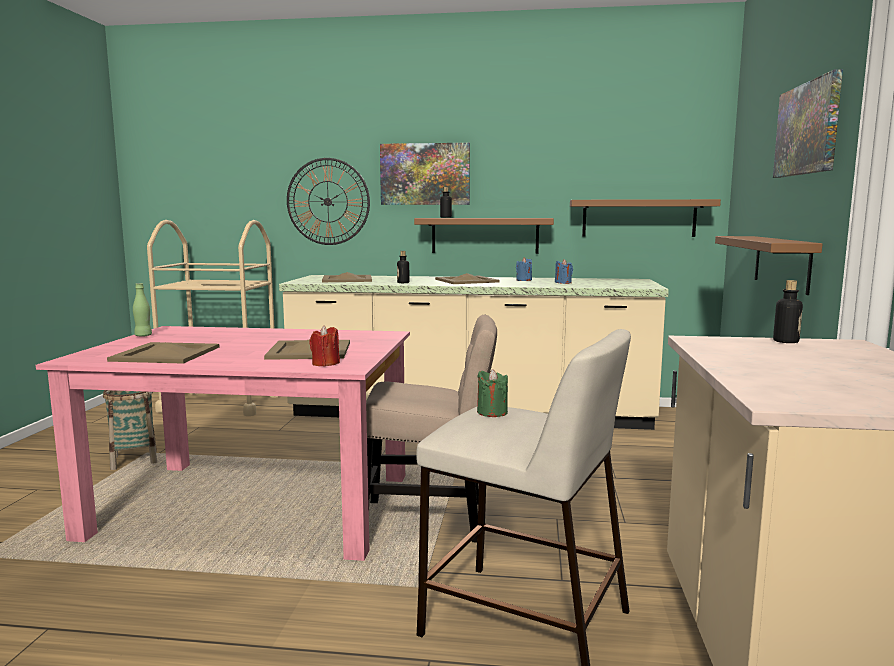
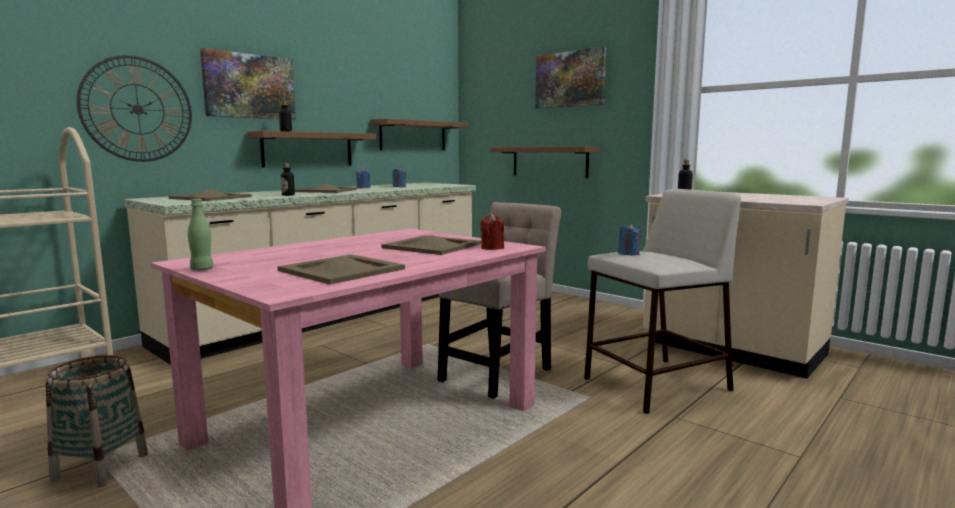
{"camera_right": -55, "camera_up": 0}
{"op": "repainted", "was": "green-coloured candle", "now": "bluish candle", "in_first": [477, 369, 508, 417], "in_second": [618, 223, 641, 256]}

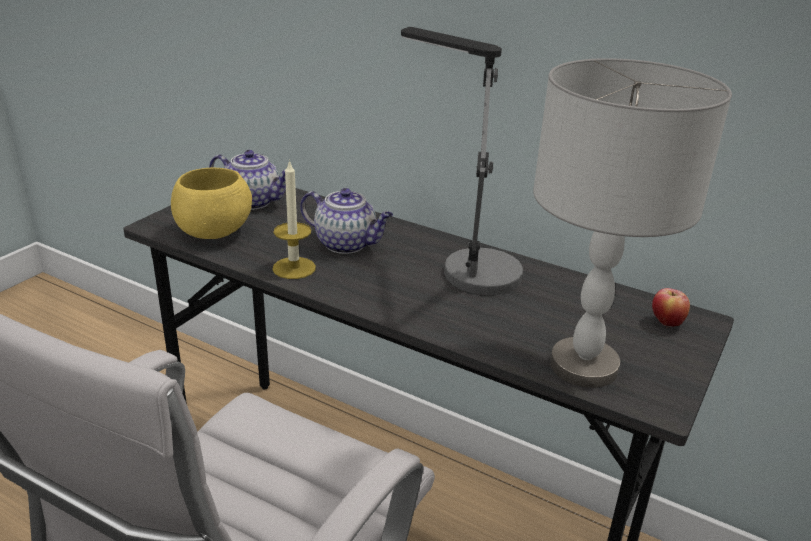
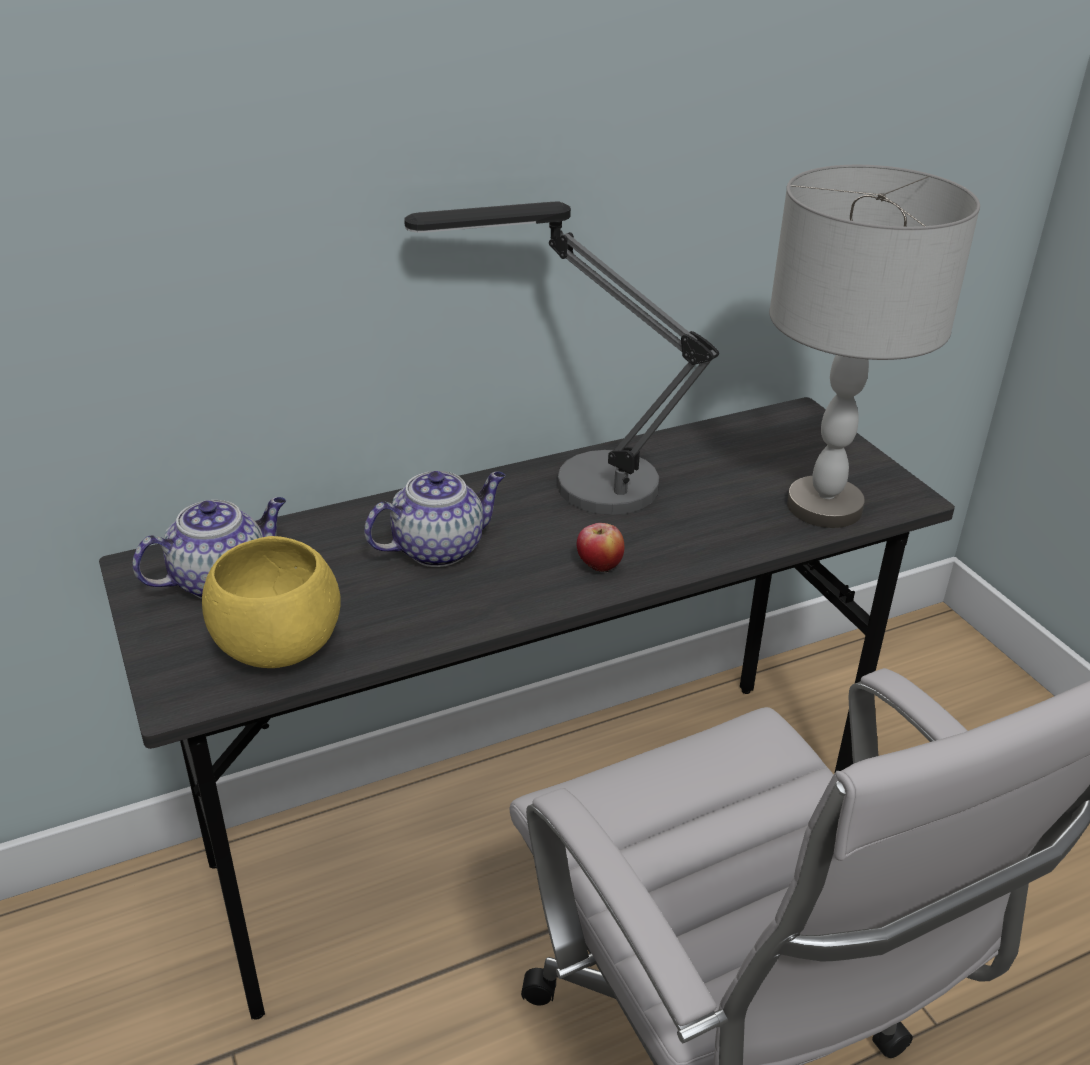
{"camera_right": -55, "camera_up": 5}
{"op": "gone", "was": "candle", "in_first": [272, 159, 316, 279]}
{"op": "shifted", "was": "apple", "in_first": [652, 288, 690, 328], "in_second": [577, 523, 624, 572]}

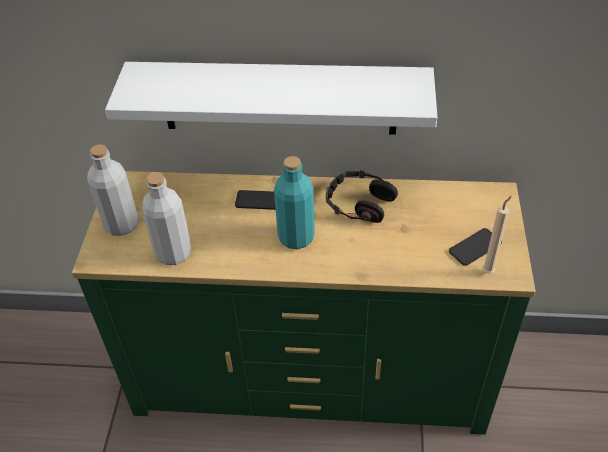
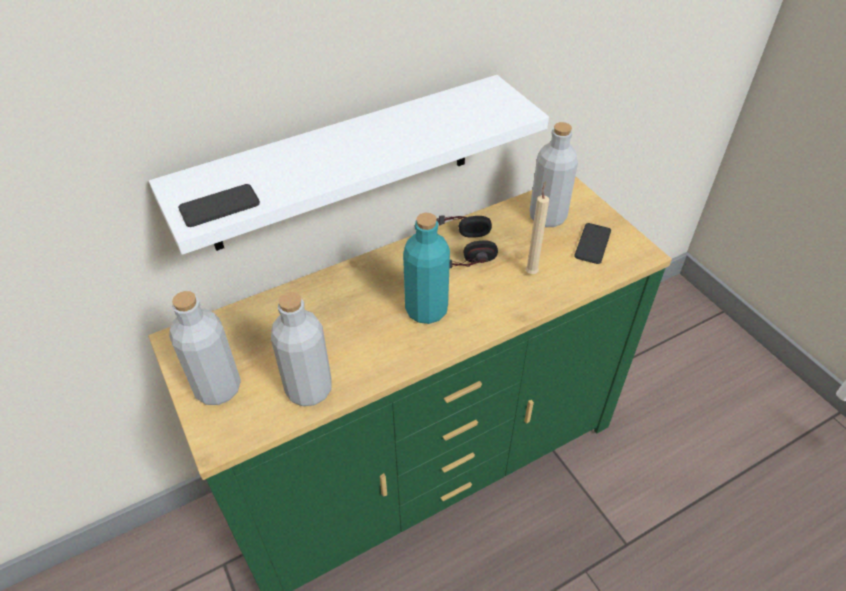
{"camera_right": -35, "camera_up": 0}
{"op": "shifted", "was": "handset", "in_first": [235, 190, 276, 210], "in_second": [178, 184, 260, 227]}
{"op": "shifted", "was": "beige candle", "in_first": [483, 196, 512, 274], "in_second": [525, 182, 549, 274]}
{"op": "new", "now": "gray bottle", "in_second": [530, 122, 578, 227]}

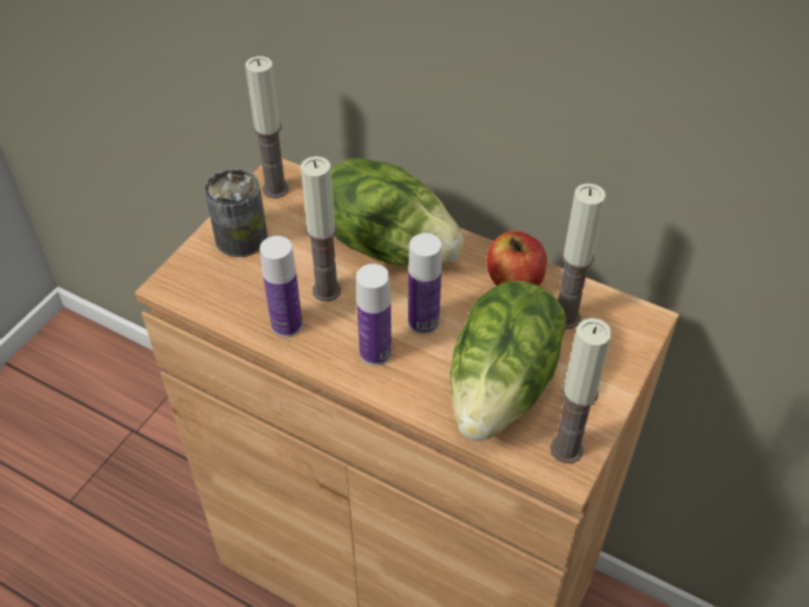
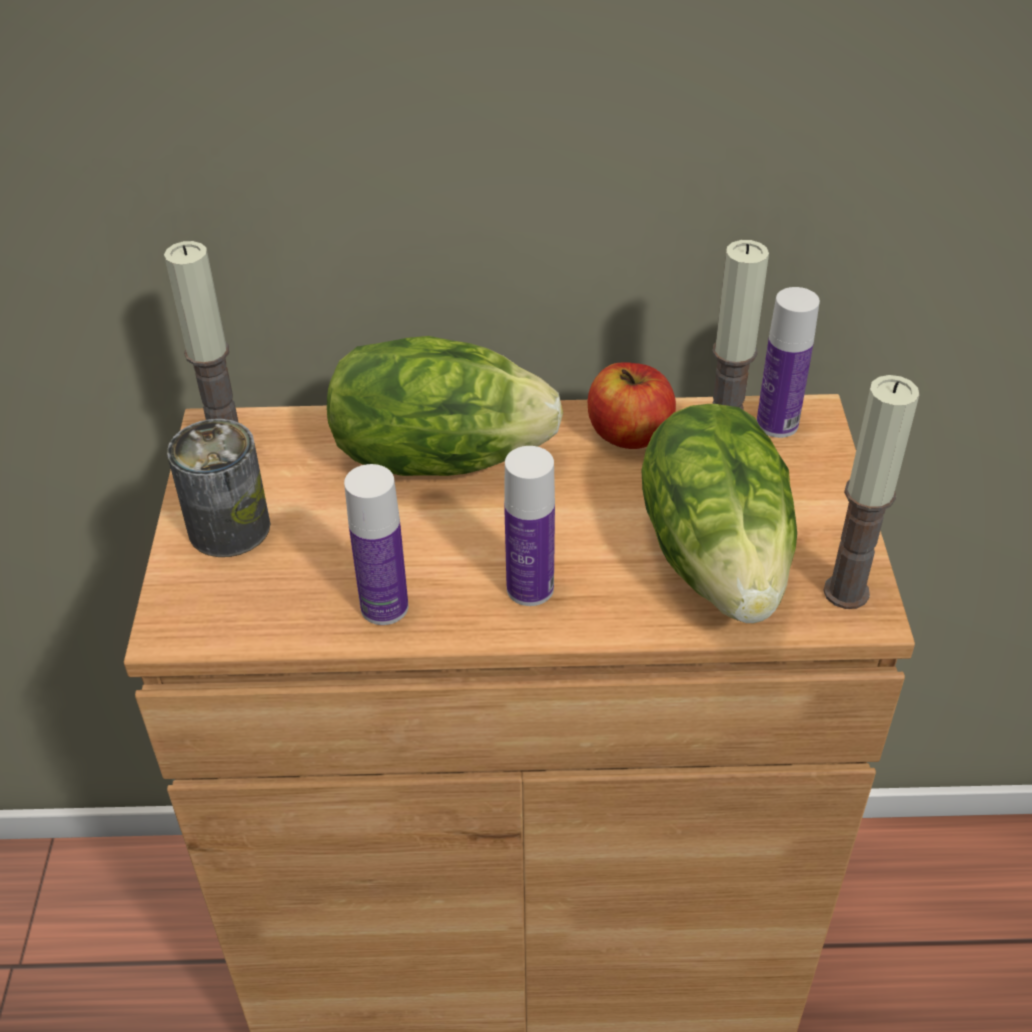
{"camera_right": -30, "camera_up": -5}
{"op": "gone", "was": "candle", "in_first": [300, 156, 341, 301]}
{"op": "shifted", "was": "bottle", "in_first": [408, 233, 442, 334], "in_second": [757, 287, 820, 438]}

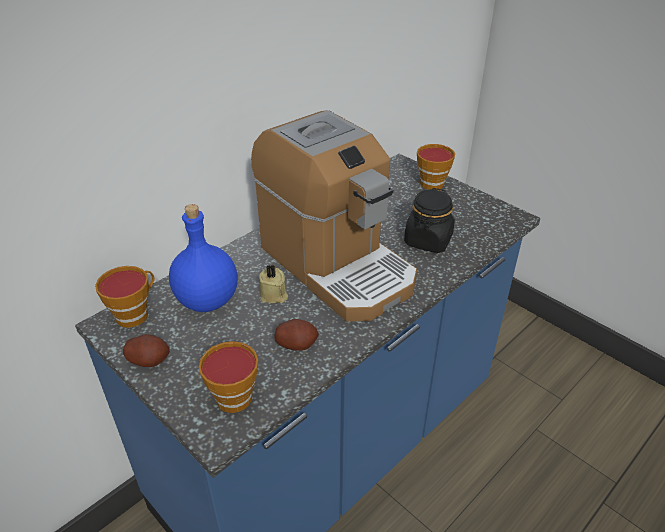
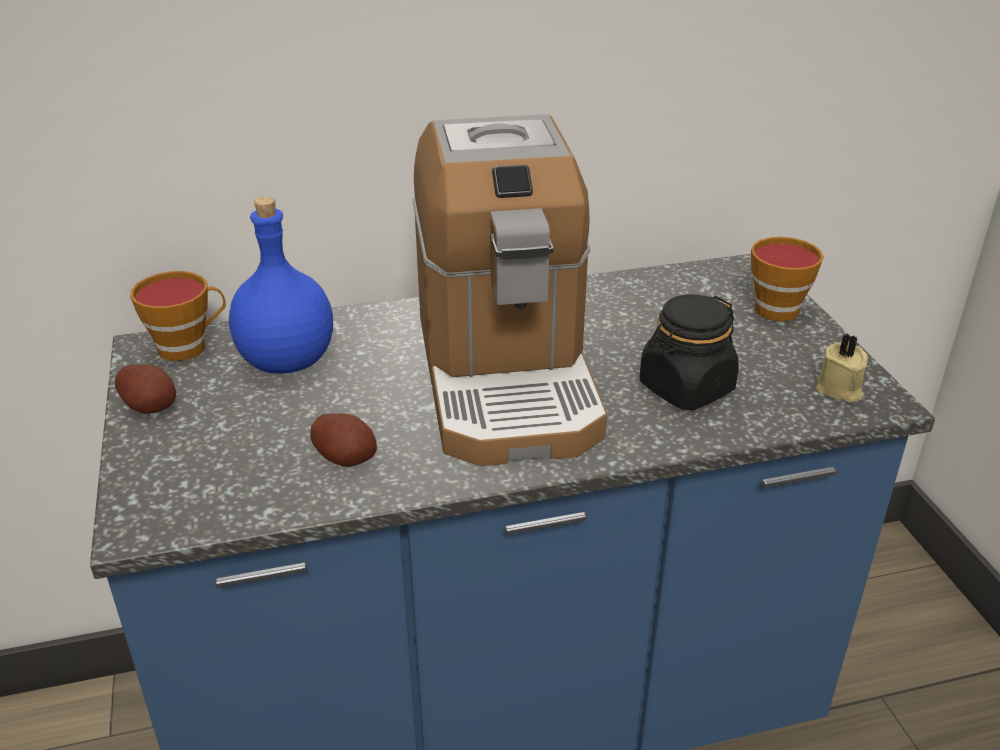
{"camera_right": 30, "camera_up": -5}
{"op": "gone", "was": "drinking cup", "in_first": [199, 341, 258, 413]}
{"op": "shifted", "was": "beige candle", "in_first": [259, 264, 288, 303], "in_second": [816, 333, 868, 403]}

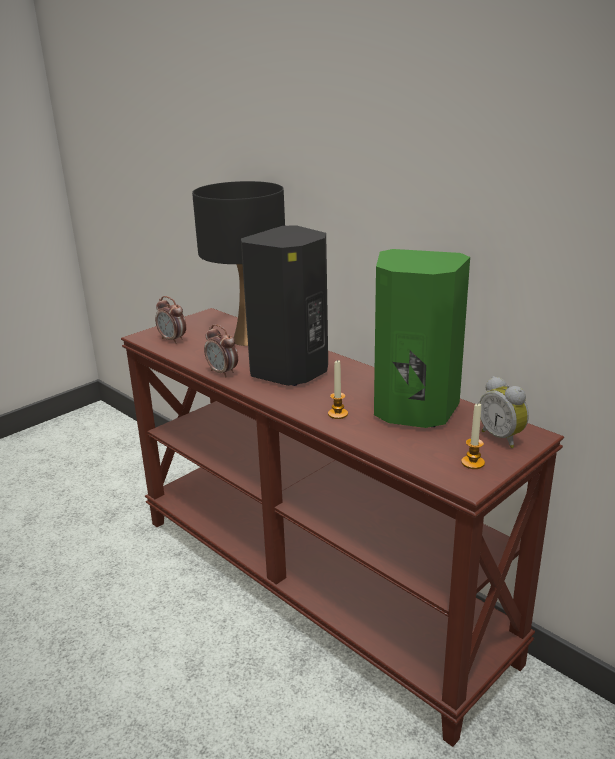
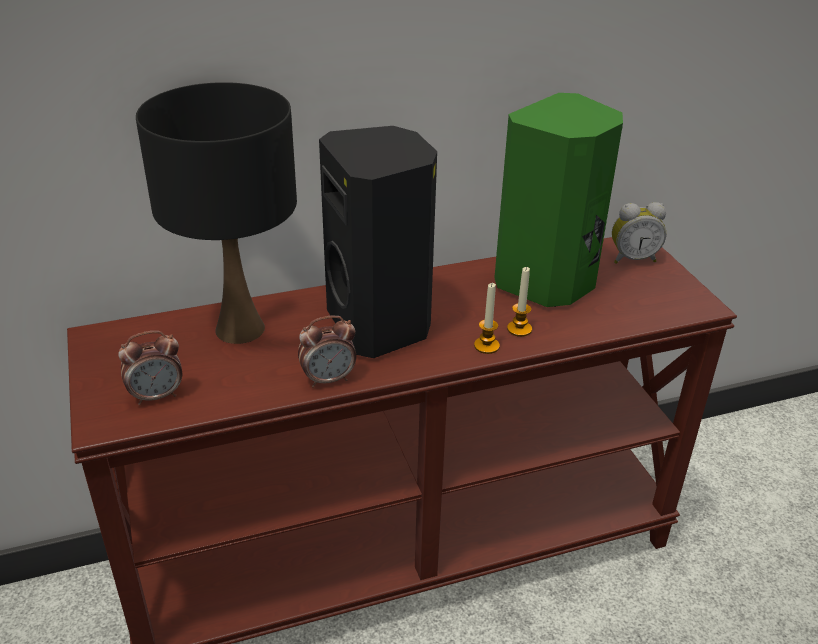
{"camera_right": -65, "camera_up": 10}
{"op": "shifted", "was": "candle", "in_first": [461, 404, 485, 469], "in_second": [474, 283, 500, 354]}

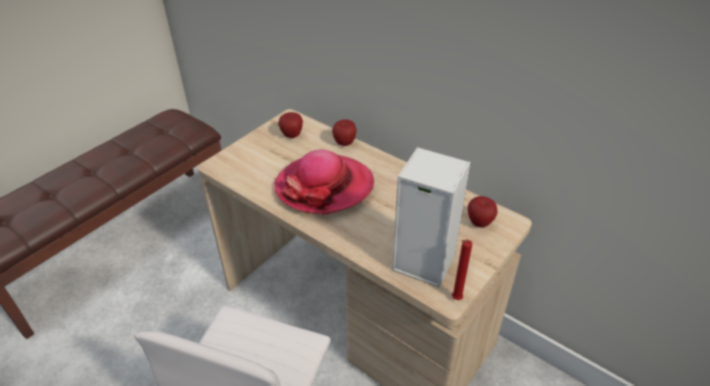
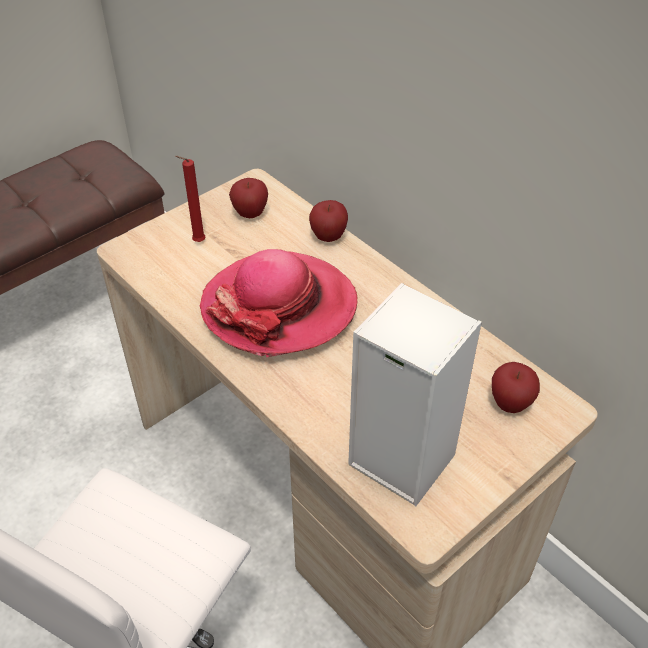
{"camera_right": 10, "camera_up": 5}
{"op": "shifted", "was": "reddish candle", "in_first": [452, 240, 472, 300], "in_second": [175, 156, 205, 242]}

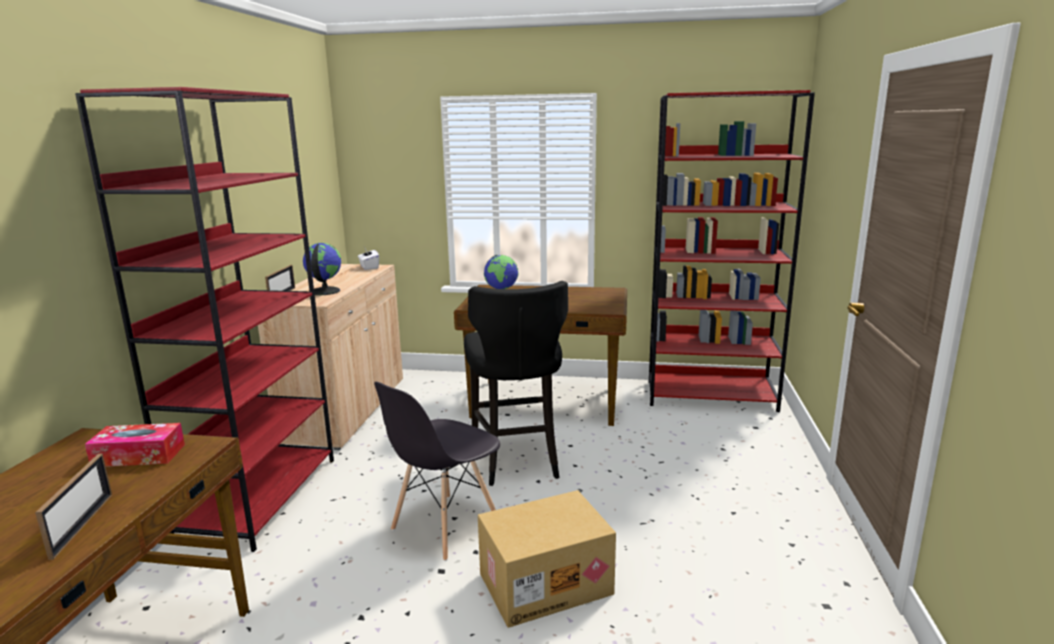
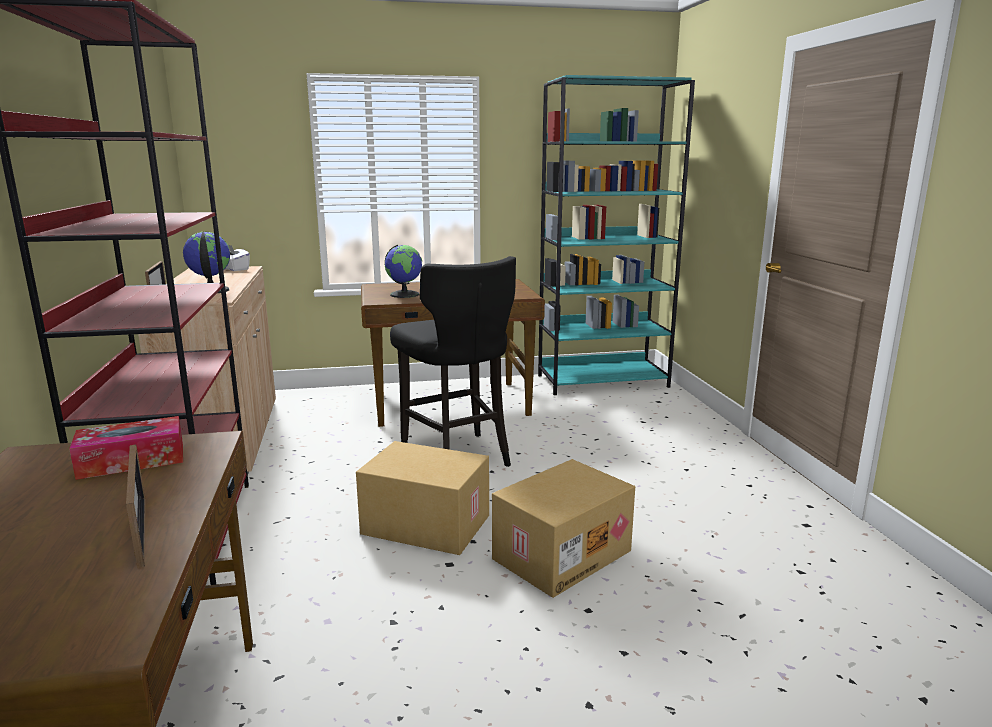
{"camera_right": -20, "camera_up": 0}
{"op": "swapped", "was": "gray plain chair", "now": "packing box", "in_first": [374, 382, 500, 561], "in_second": [356, 441, 489, 555]}
{"op": "repainted", "was": "reddish shelving unit", "now": "turquoise-coloured shelving unit", "in_first": [649, 90, 815, 412], "in_second": [538, 75, 695, 395]}

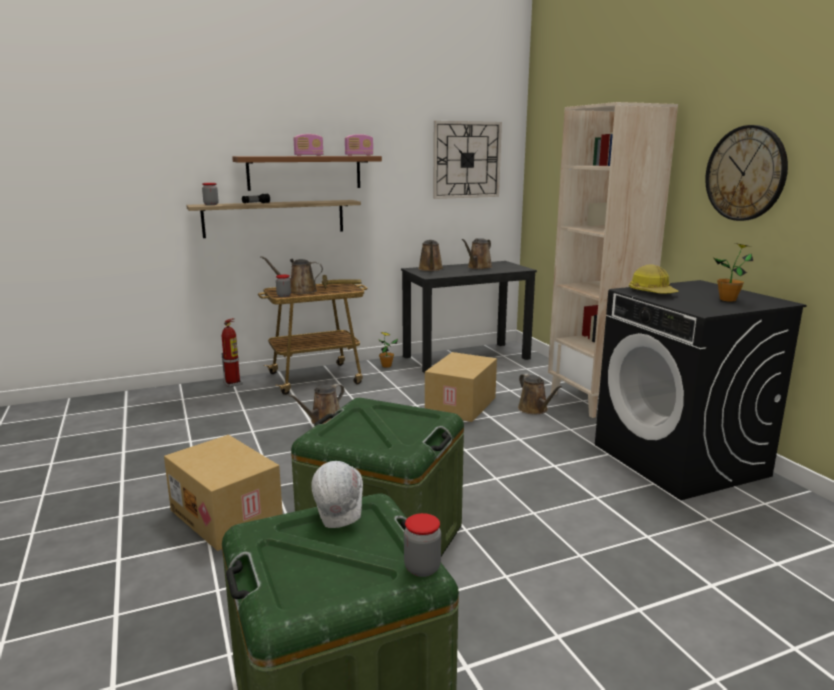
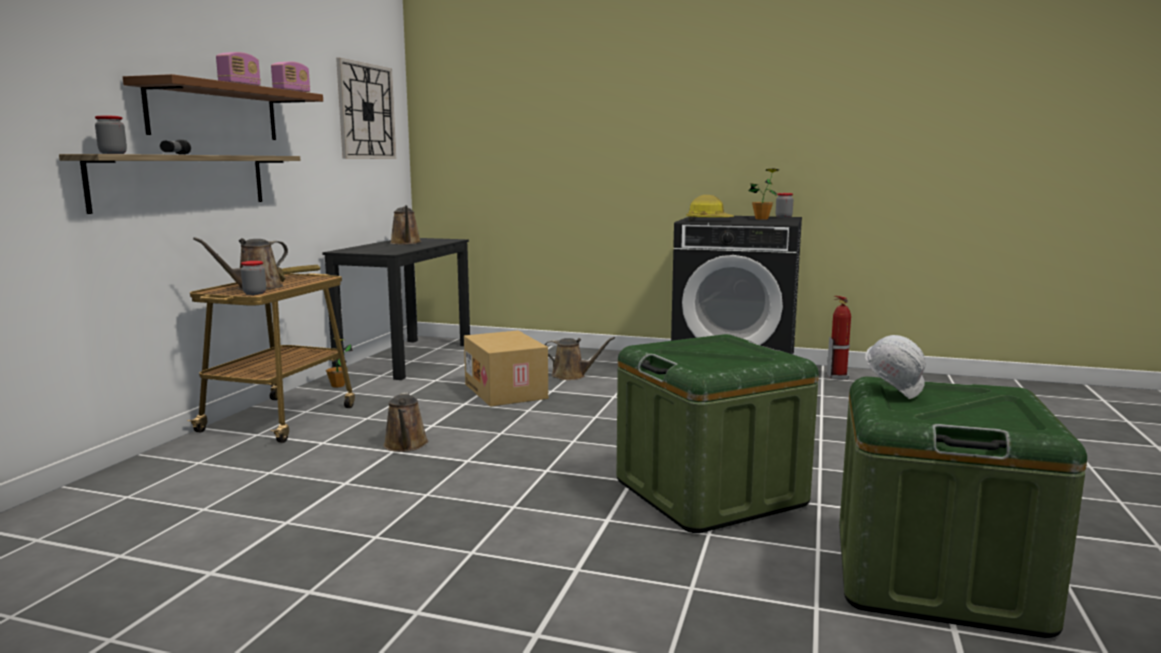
{"camera_right": -50, "camera_up": -5}
{"op": "gone", "was": "packing box", "in_first": [164, 435, 283, 551]}
{"op": "shifted", "was": "fire-fighting cylinder", "in_first": [221, 318, 242, 387], "in_second": [827, 296, 851, 380]}
{"op": "shifted", "was": "jar", "in_first": [404, 513, 441, 577], "in_second": [776, 193, 793, 218]}
{"op": "gone", "was": "brownish sprinkling can", "in_first": [418, 240, 443, 271]}
{"op": "gone", "was": "beige shelving unit", "in_first": [548, 102, 678, 418]}
{"op": "gone", "was": "wall clock", "in_first": [705, 125, 788, 221]}

